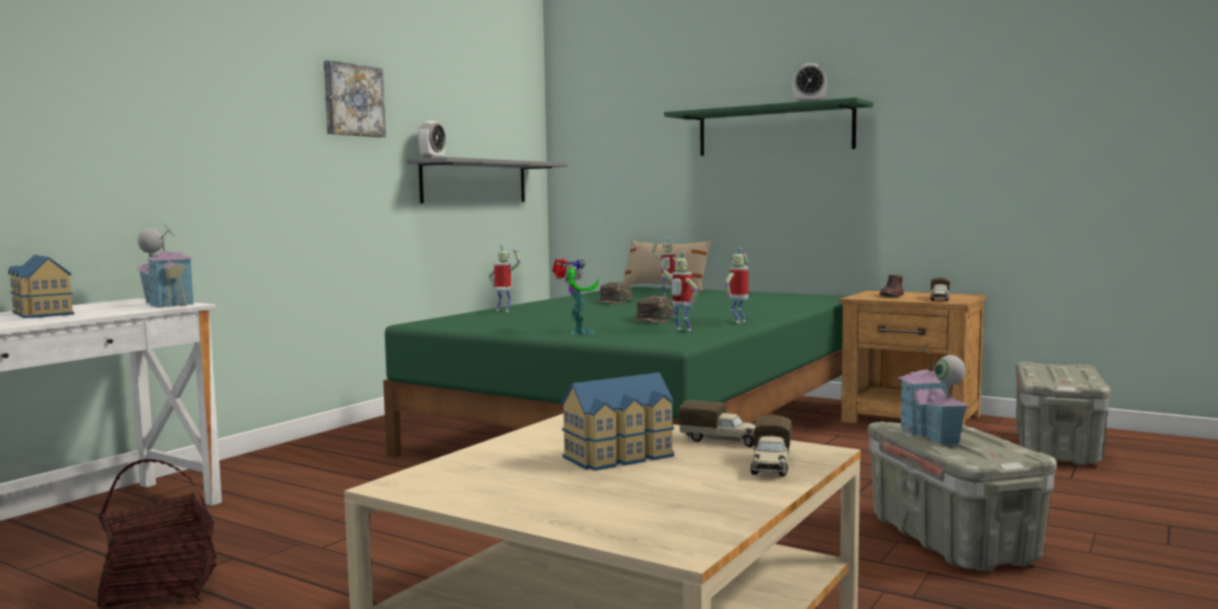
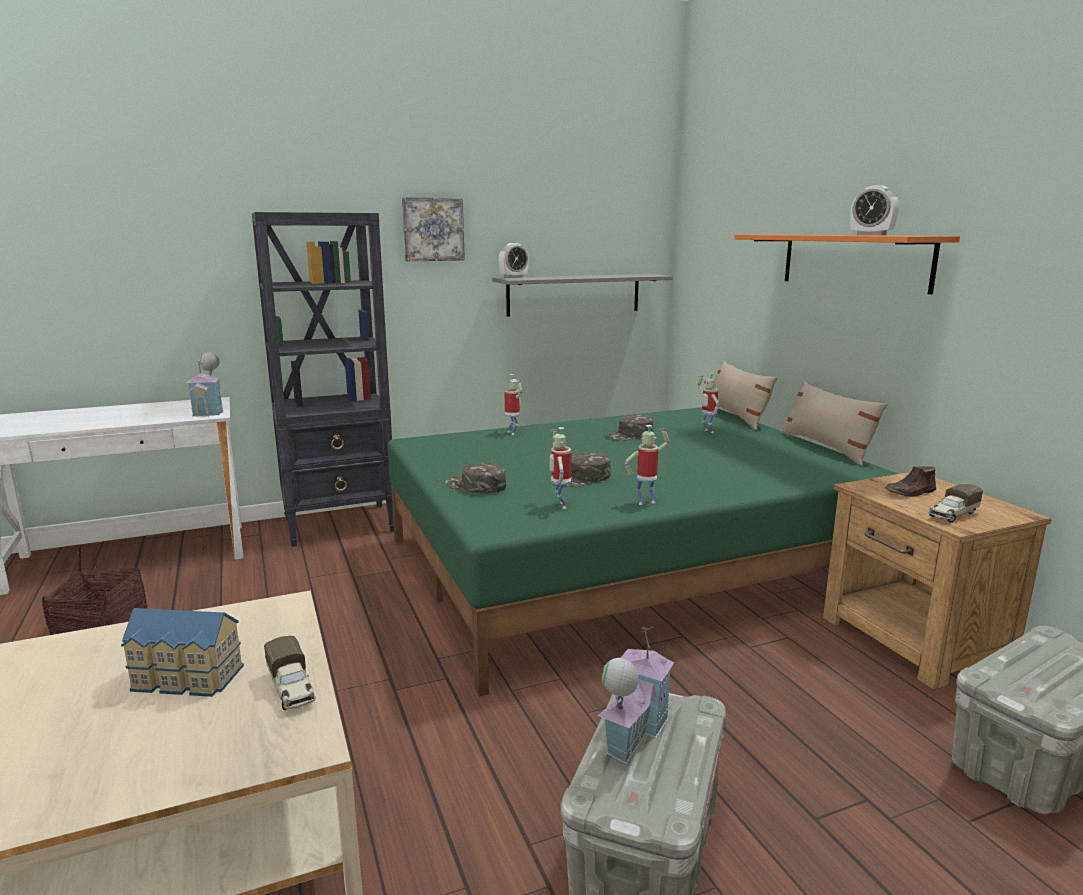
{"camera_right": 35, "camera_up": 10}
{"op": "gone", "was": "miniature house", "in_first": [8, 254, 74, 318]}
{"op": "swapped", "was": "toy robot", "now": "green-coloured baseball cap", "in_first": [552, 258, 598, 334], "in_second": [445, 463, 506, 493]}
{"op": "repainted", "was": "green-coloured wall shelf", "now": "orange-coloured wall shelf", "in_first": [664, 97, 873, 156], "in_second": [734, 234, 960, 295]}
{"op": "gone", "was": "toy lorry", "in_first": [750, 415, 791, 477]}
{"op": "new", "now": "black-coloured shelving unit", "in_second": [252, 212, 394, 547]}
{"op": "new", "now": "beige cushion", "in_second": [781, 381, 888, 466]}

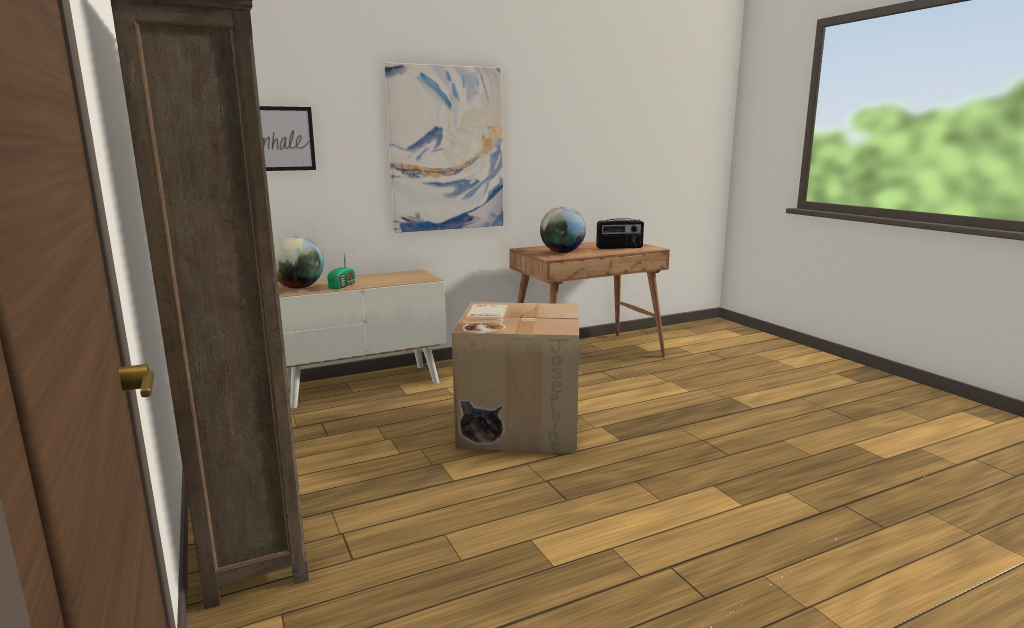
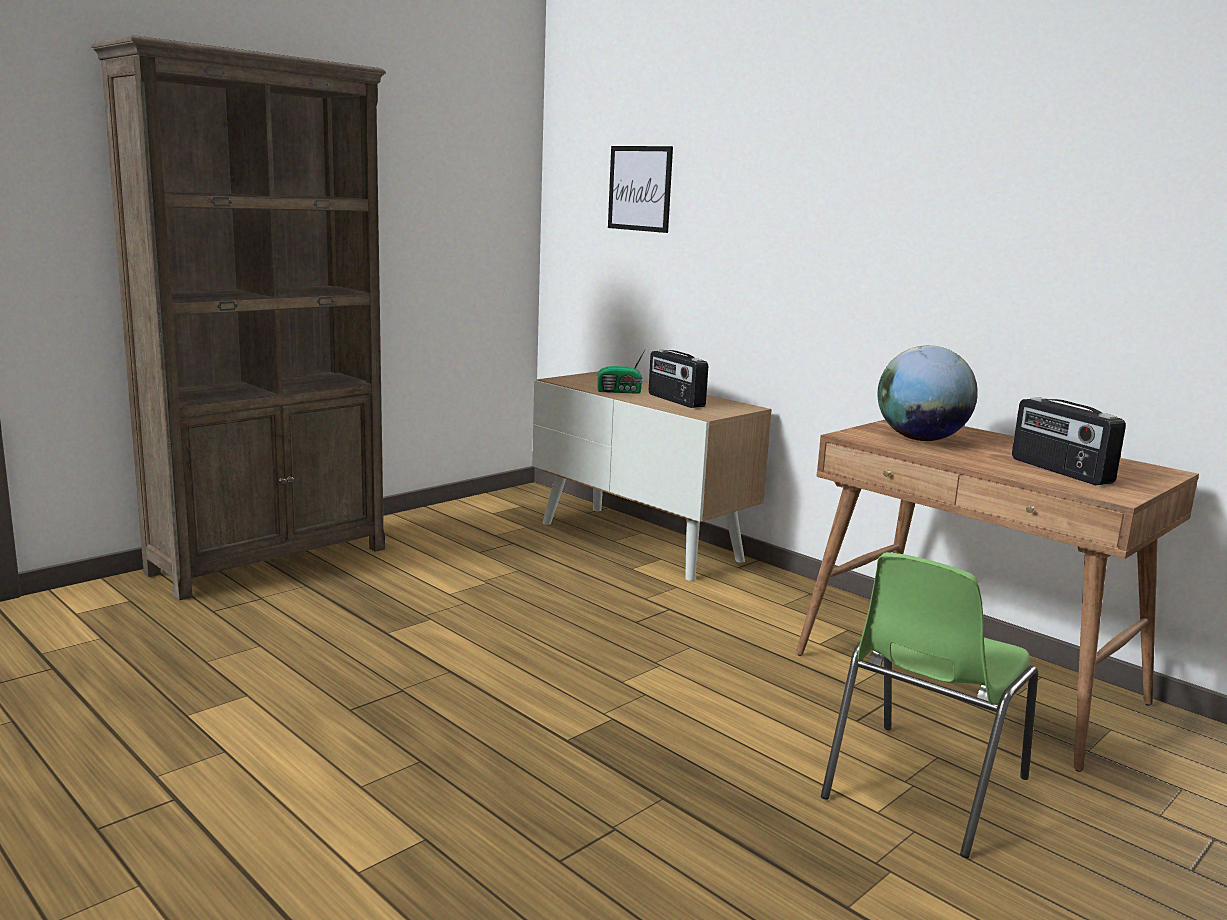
{"camera_right": 70, "camera_up": 0}
{"op": "gone", "was": "world globe", "in_first": [274, 236, 324, 289]}
{"op": "gone", "was": "wall picture", "in_first": [384, 62, 503, 233]}
{"op": "gone", "was": "packing box", "in_first": [452, 302, 579, 453]}
{"op": "new", "now": "radio receiver", "in_second": [649, 350, 708, 408]}
{"op": "new", "now": "green-coloured plain chair", "in_second": [821, 552, 1038, 858]}

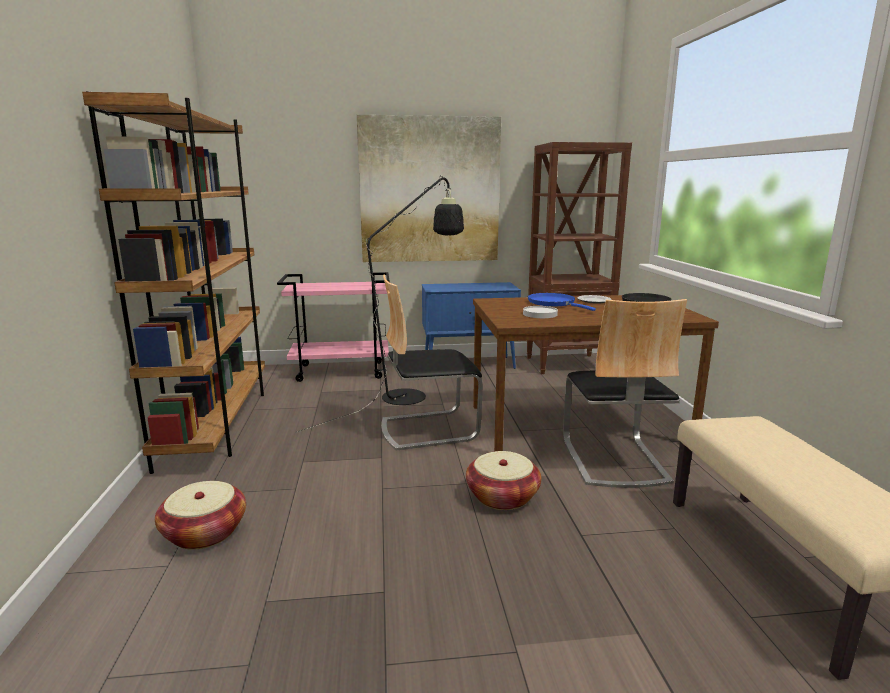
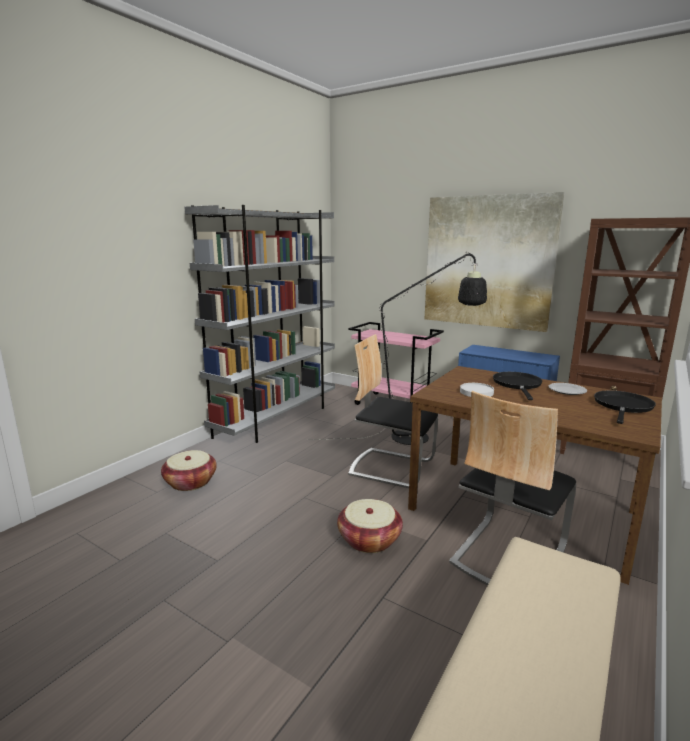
{"camera_right": 40, "camera_up": 0}
{"op": "repainted", "was": "brownish shelving unit", "now": "gray shelving unit", "in_first": [82, 91, 265, 474], "in_second": [184, 205, 335, 443]}
{"op": "repainted", "was": "bluish frying pan", "now": "black-coloured frying pan", "in_first": [528, 293, 596, 311], "in_second": [493, 372, 542, 400]}

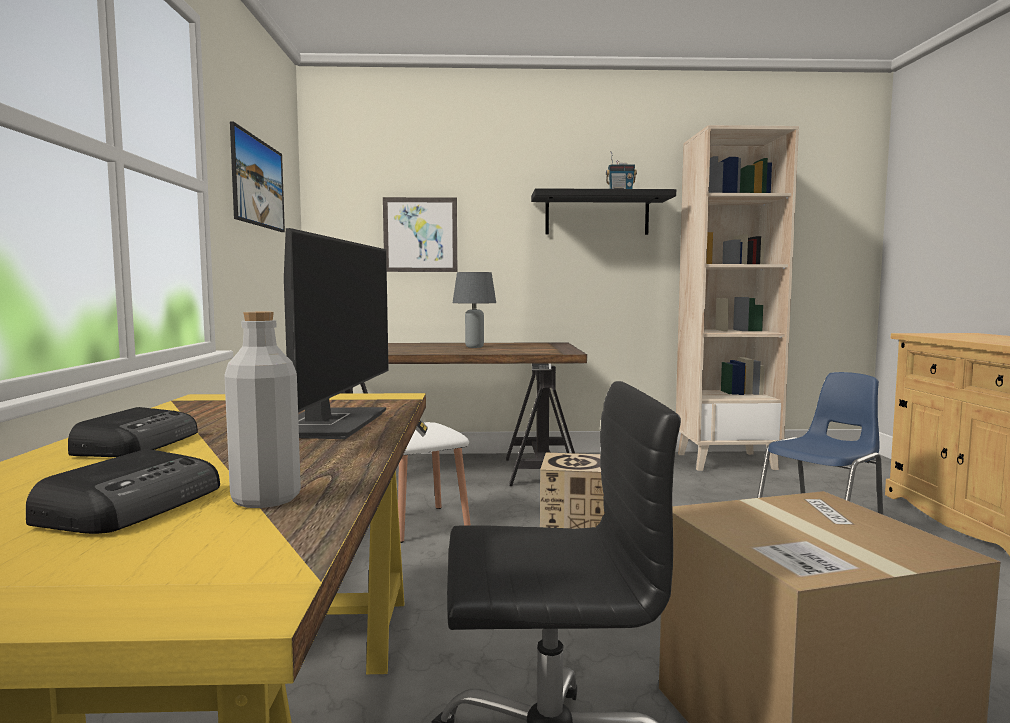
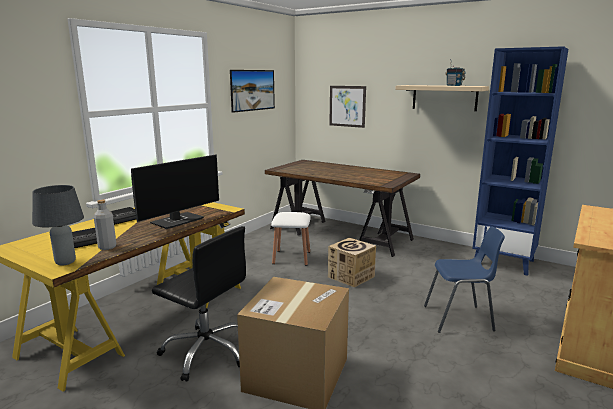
{"camera_right": 35, "camera_up": 10}
{"op": "shifted", "was": "gray table lamp", "in_first": [453, 272, 496, 348], "in_second": [32, 185, 84, 266]}
{"op": "repainted", "was": "black-coloured wall shelf", "now": "beige wall shelf", "in_first": [531, 188, 676, 235], "in_second": [395, 85, 489, 111]}
{"op": "repainted", "was": "beige shelving unit", "now": "bluish shelving unit", "in_first": [676, 125, 799, 471], "in_second": [472, 46, 568, 276]}

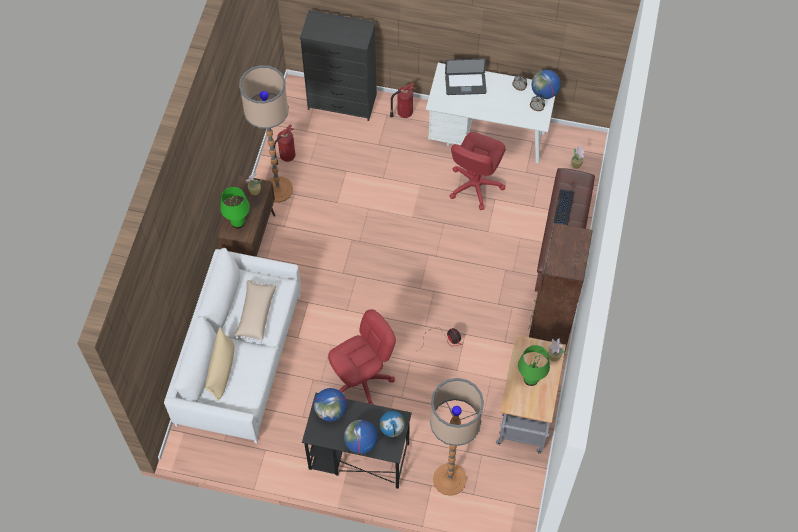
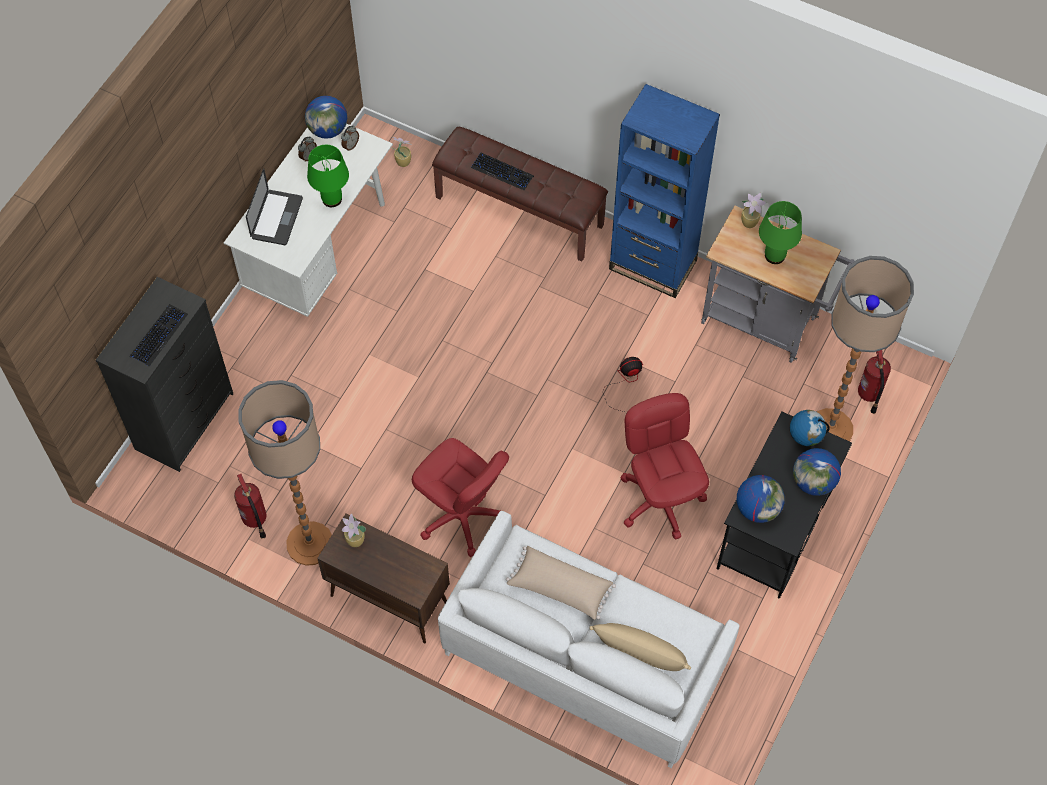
{"camera_right": -75, "camera_up": 0}
{"op": "shifted", "was": "green-coloured table lamp", "in_first": [220, 187, 250, 228], "in_second": [307, 145, 349, 207]}
{"op": "shifted", "was": "fire-fighting cylinder", "in_first": [390, 83, 416, 118], "in_second": [858, 350, 891, 414]}
{"op": "shifted", "was": "reddish office chair", "in_first": [450, 132, 506, 210], "in_second": [412, 438, 509, 557]}
{"op": "repainted", "was": "brownish shelving unit", "now": "bluish shelving unit", "in_first": [528, 222, 593, 359], "in_second": [609, 84, 720, 298]}
{"op": "new", "now": "computer keyboard", "in_second": [130, 304, 188, 366]}

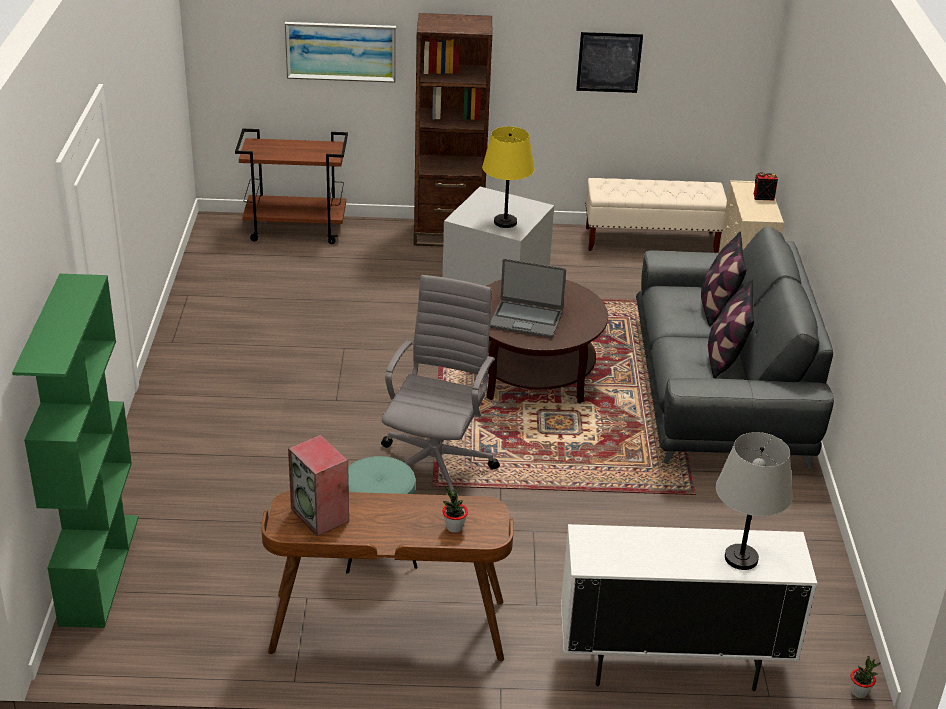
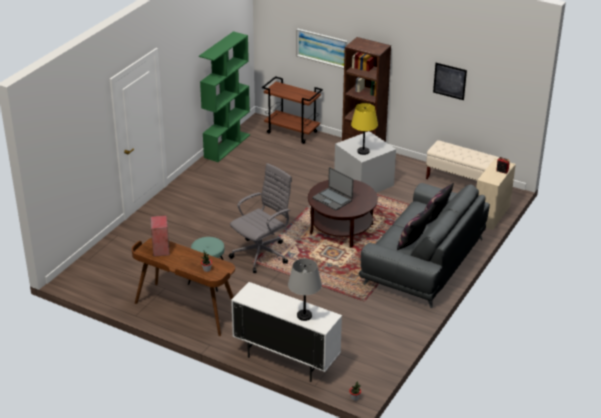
{"camera_right": 30, "camera_up": 0}
{"op": "shifted", "was": "green-coloured shelving unit", "in_first": [12, 274, 139, 628], "in_second": [199, 31, 250, 162]}

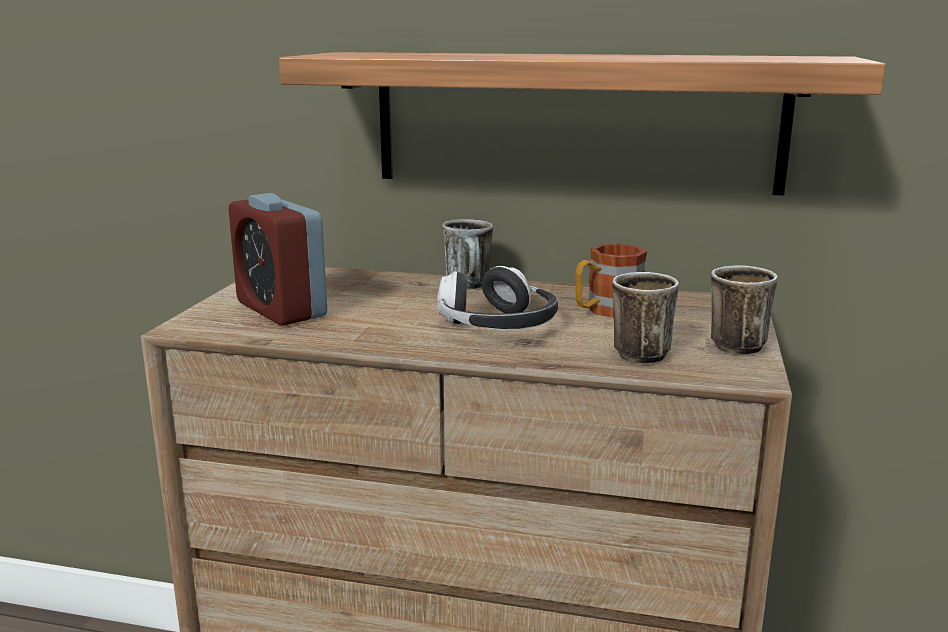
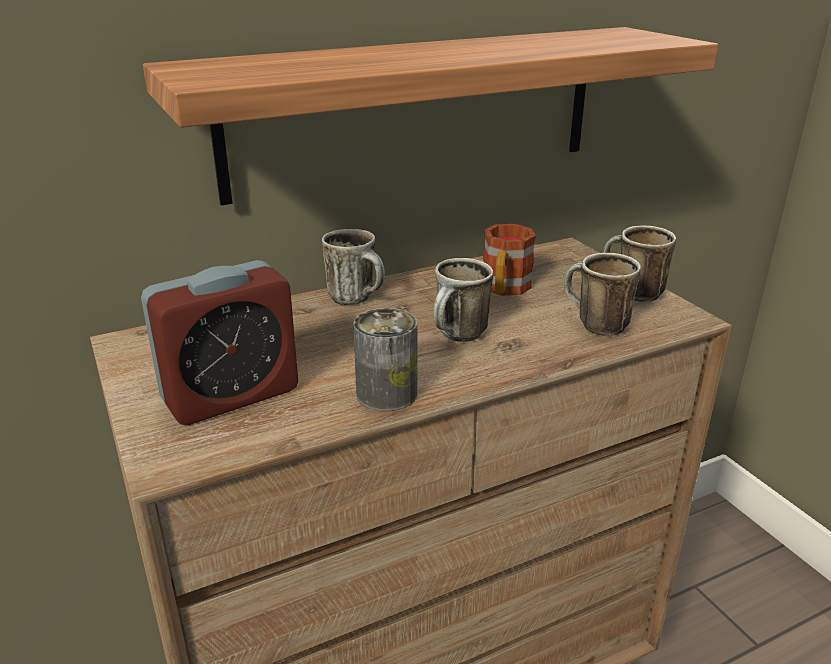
{"camera_right": -40, "camera_up": 10}
{"op": "rotated", "was": "bedside clock", "in_first": [229, 193, 327, 326], "in_second": [141, 260, 298, 425], "clockwise": -45}
{"op": "swapped", "was": "pair of headphones", "now": "mug", "in_first": [437, 266, 558, 330], "in_second": [433, 258, 493, 342]}
{"op": "new", "now": "sealed can", "in_second": [353, 308, 417, 411]}

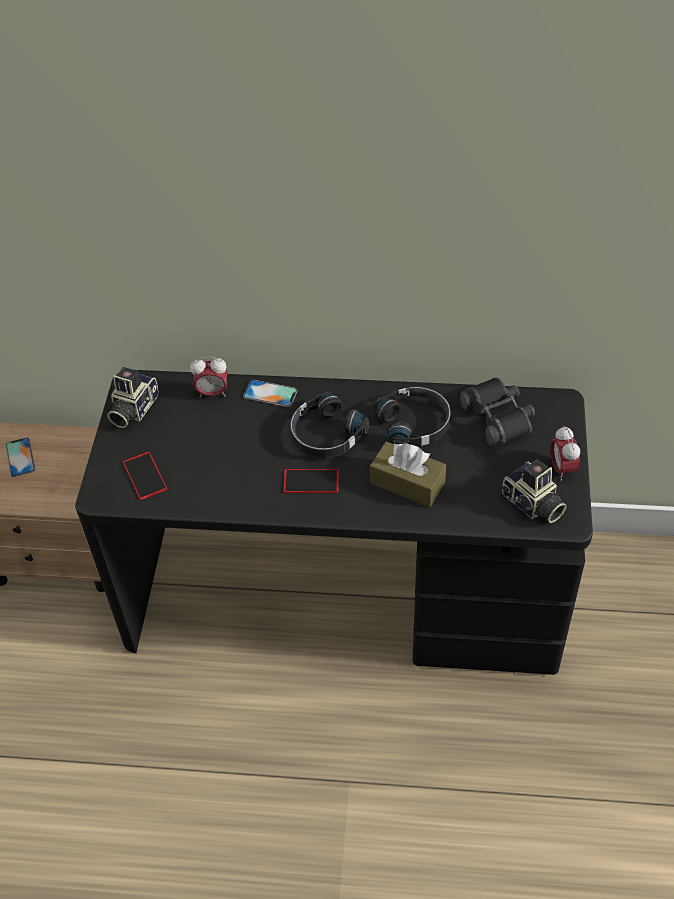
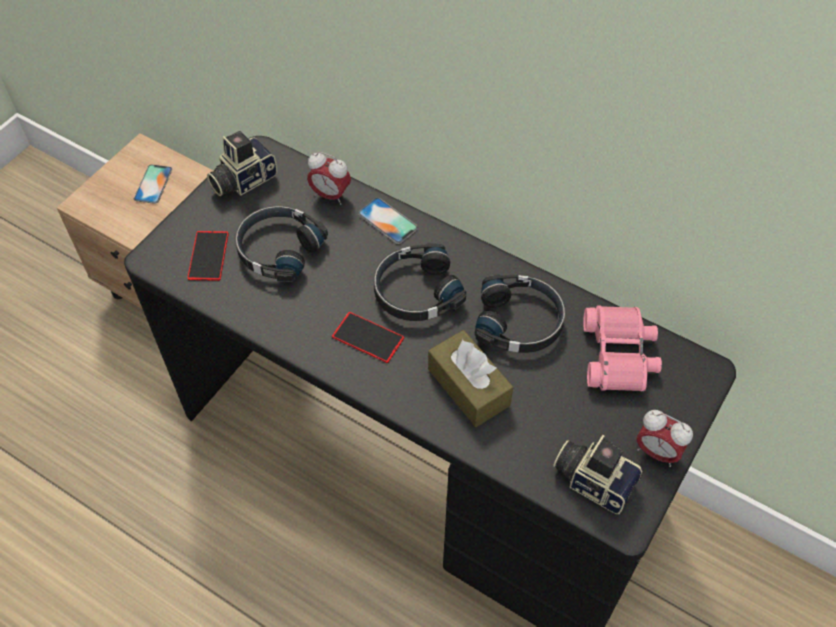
{"camera_right": 25, "camera_up": 5}
{"op": "repainted", "was": "black-coloured binoculars", "now": "pink-coloured binoculars", "in_first": [458, 378, 535, 446], "in_second": [583, 305, 662, 392]}
{"op": "rotated", "was": "photo camera", "in_first": [500, 459, 566, 523], "in_second": [553, 435, 643, 514], "clockwise": 135}
{"op": "rotated", "was": "bedside clock", "in_first": [550, 426, 580, 480], "in_second": [637, 410, 693, 467], "clockwise": -75}
{"op": "new", "now": "black-coloured pair of headphones", "in_second": [235, 206, 328, 282]}

